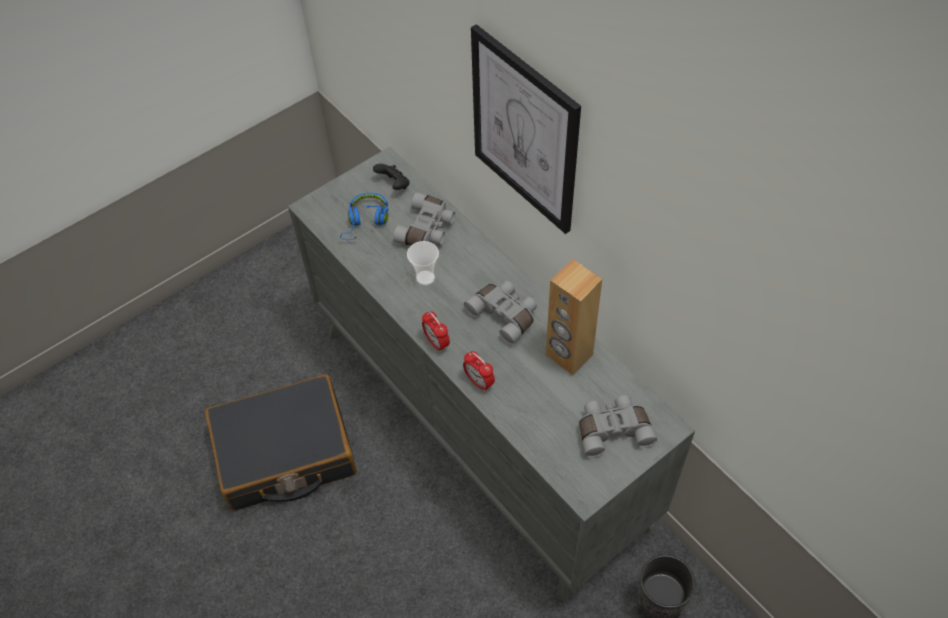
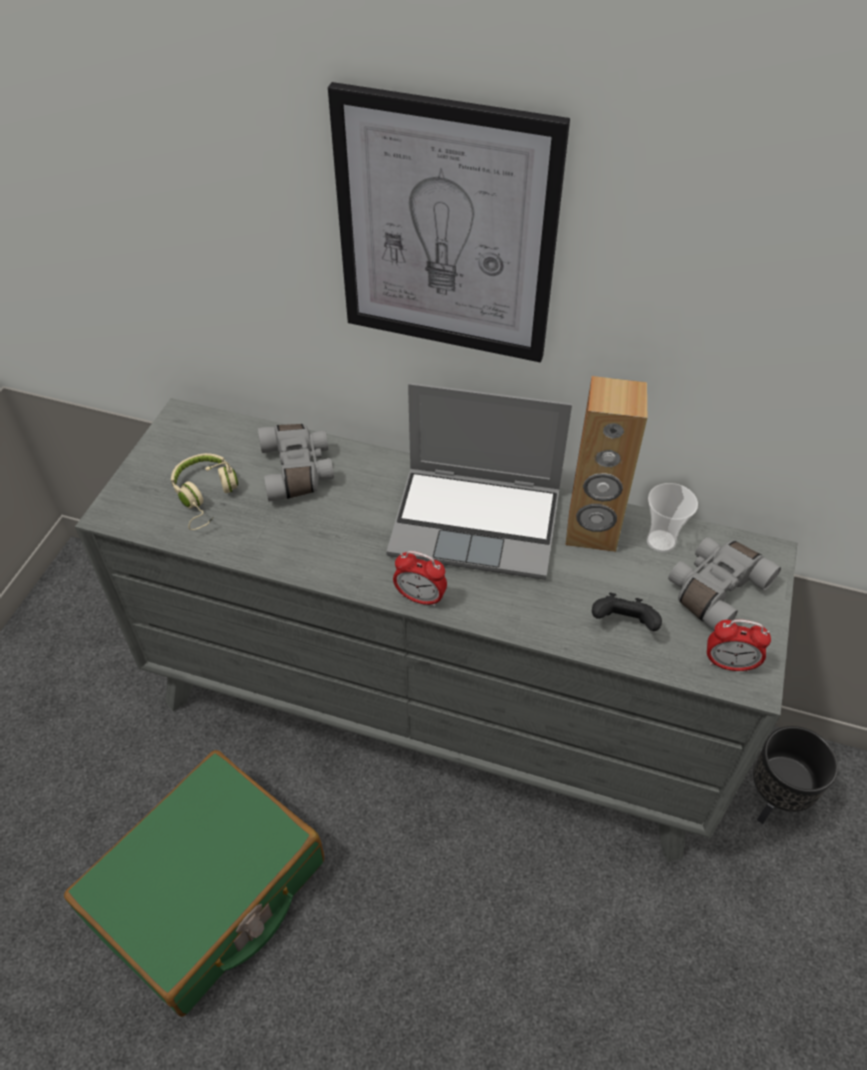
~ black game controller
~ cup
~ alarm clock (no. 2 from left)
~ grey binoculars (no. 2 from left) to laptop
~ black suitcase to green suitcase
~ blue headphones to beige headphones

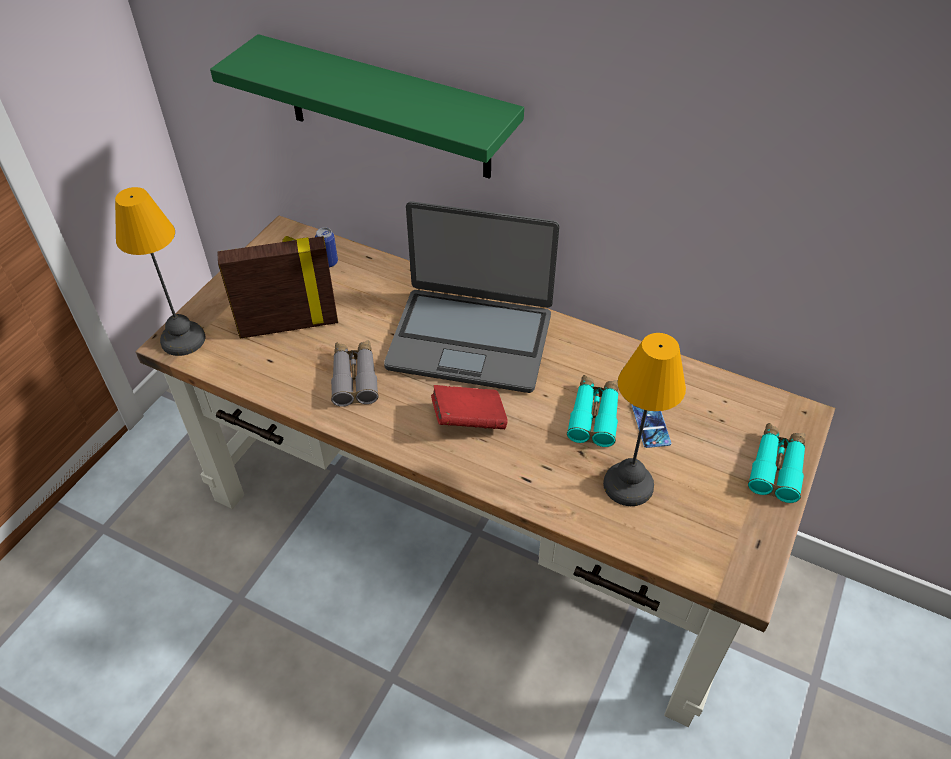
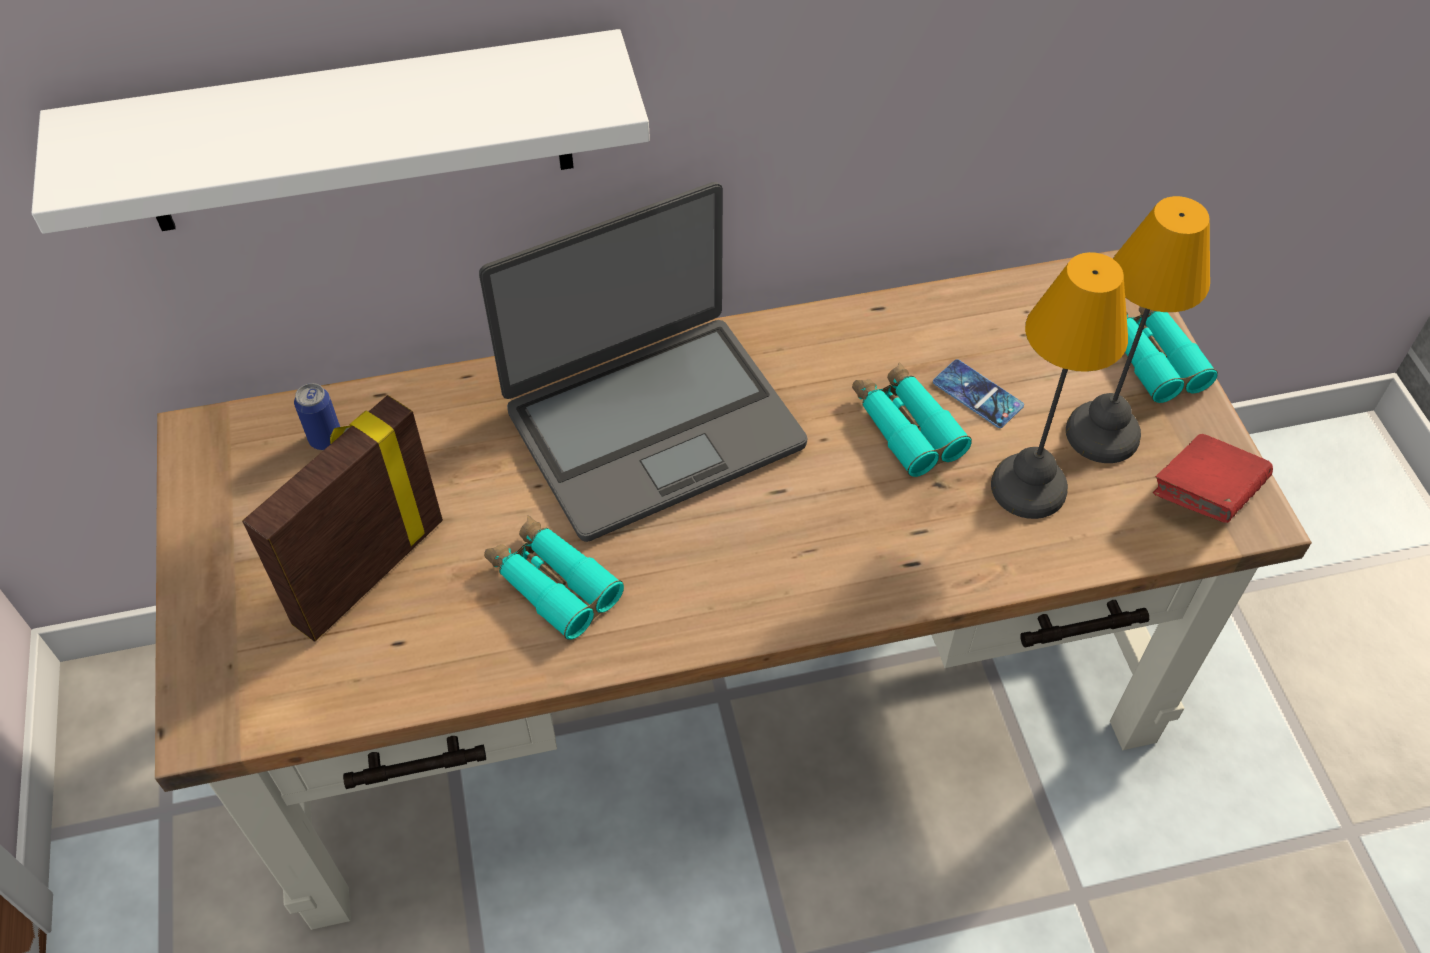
~ table lamp (no. 1 from left in the first image) to table lamp (no. 2 from left)
~ red book
~ green shelf to white shelf
~ grey binoculars to turquoise binoculars (no. 1 from left)

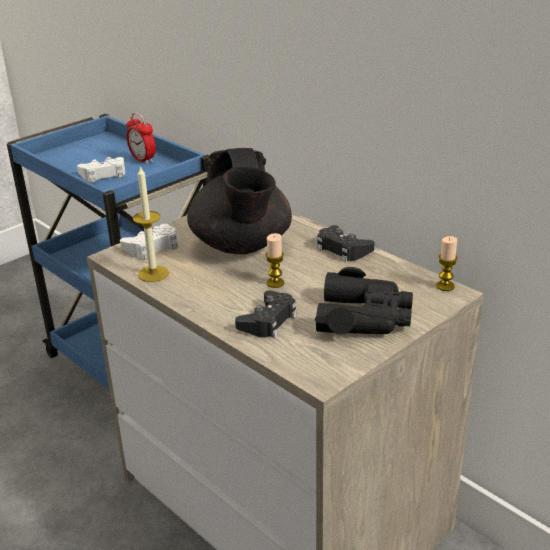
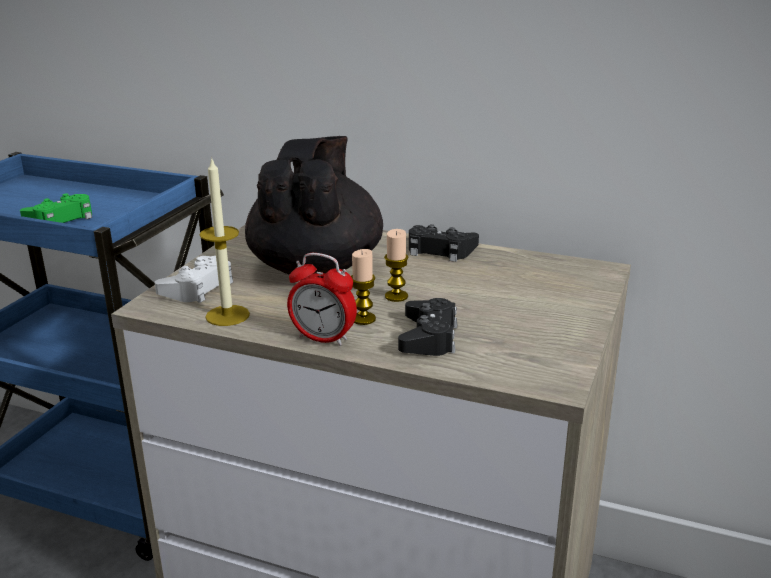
- black binoculars
~ alarm clock
~ candle (no. 3 from left in the first image) to candle (no. 2 from left)
~ white game controller (no. 1 from left) to green game controller
~ black teapot 135 degrees counterclockwise

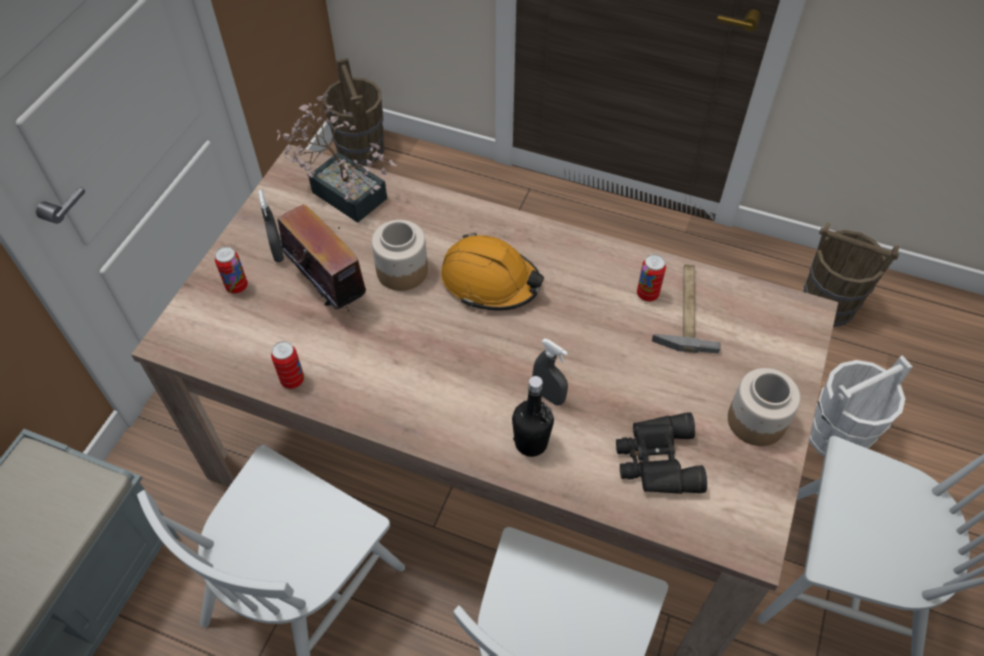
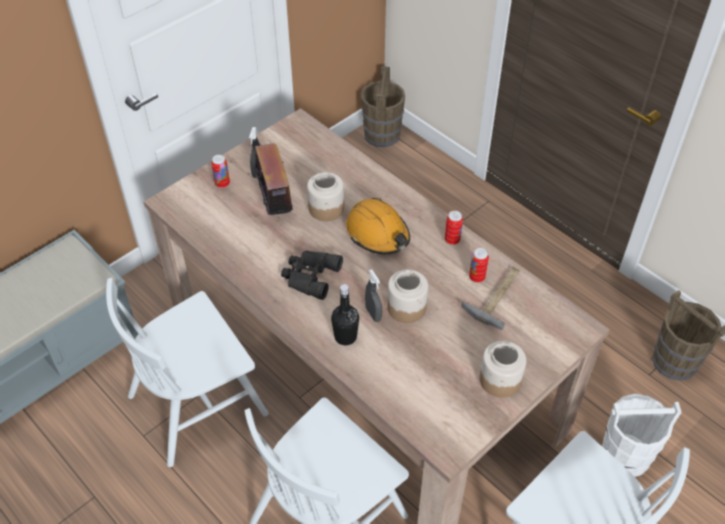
- potted plant
+ jar (no. 2 from left)
~ can (no. 2 from left)
~ black binoculars

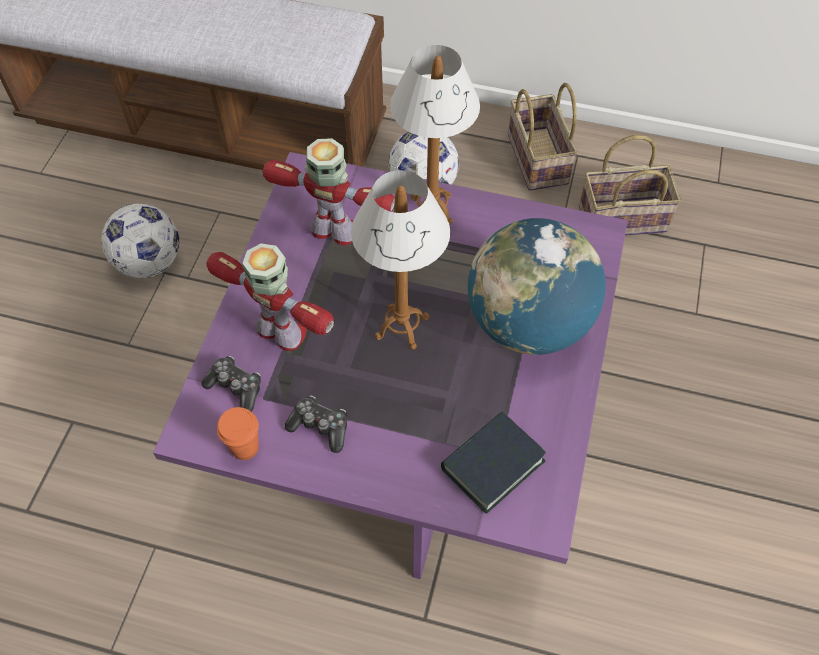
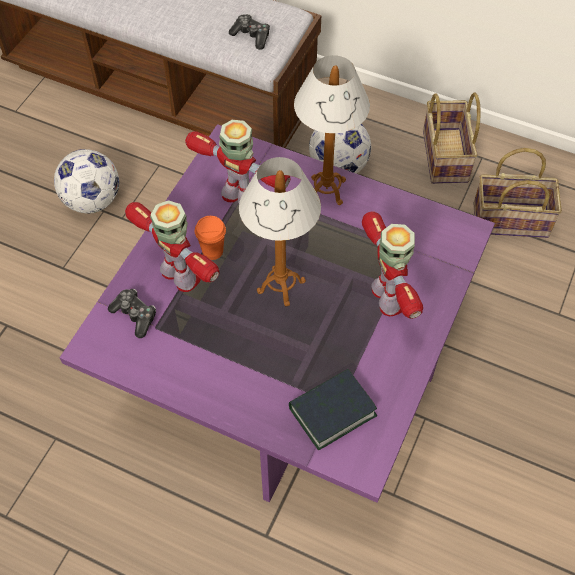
~ orange cup
~ game controller (no. 2 from left)
~ globe to toy robot (no. 3 from left)

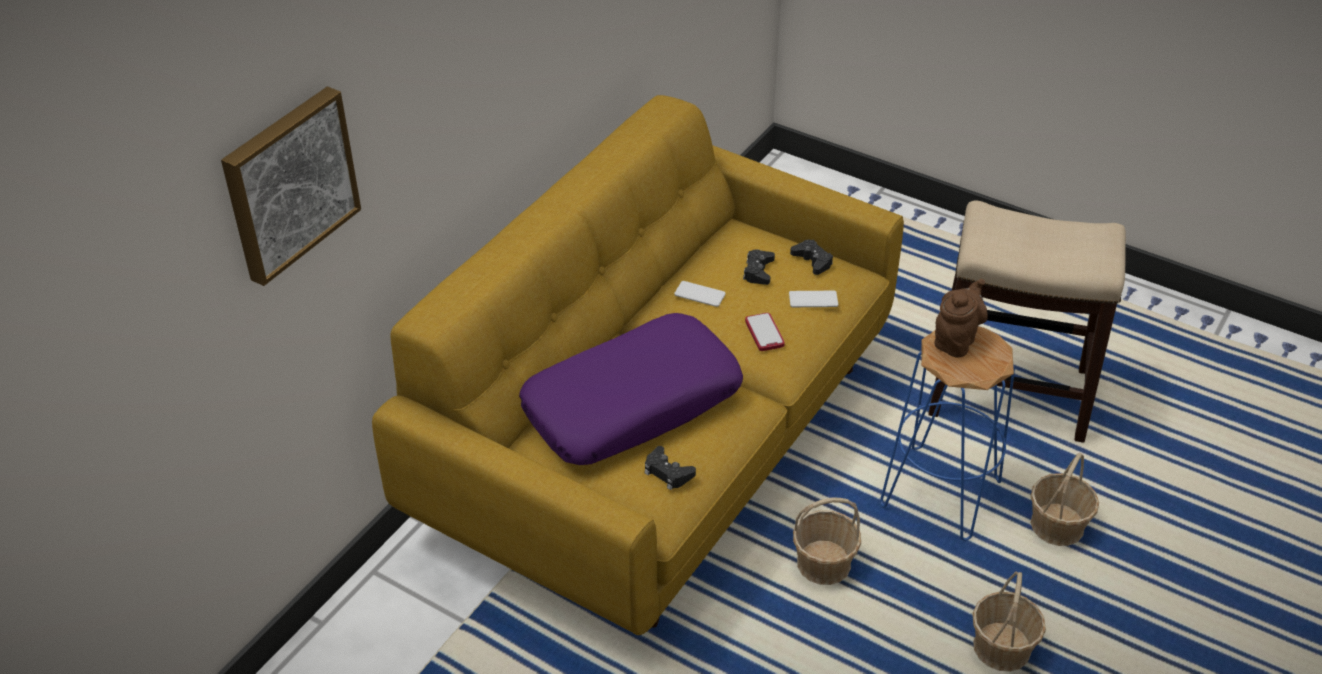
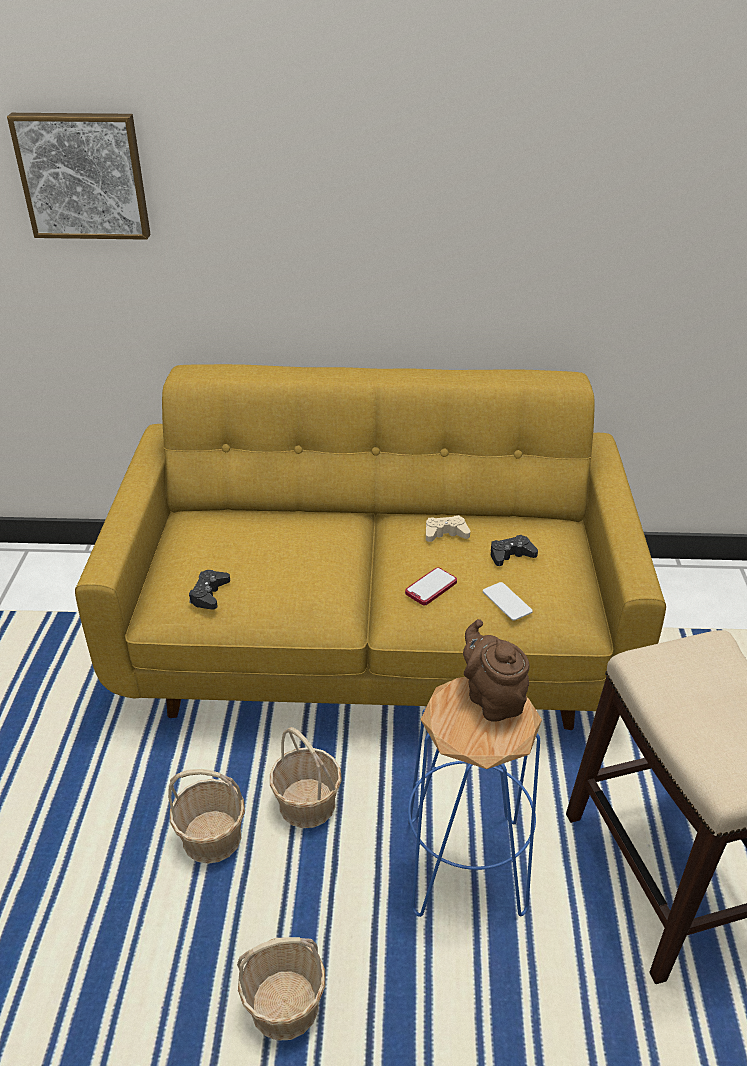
- purple pillow
- black game controller (no. 3 from left)
~ basket (no. 3 from left in the first image) to basket (no. 1 from left)
~ phone (no. 1 from left) to beige game controller
~ brown teapot 120 degrees counterclockwise

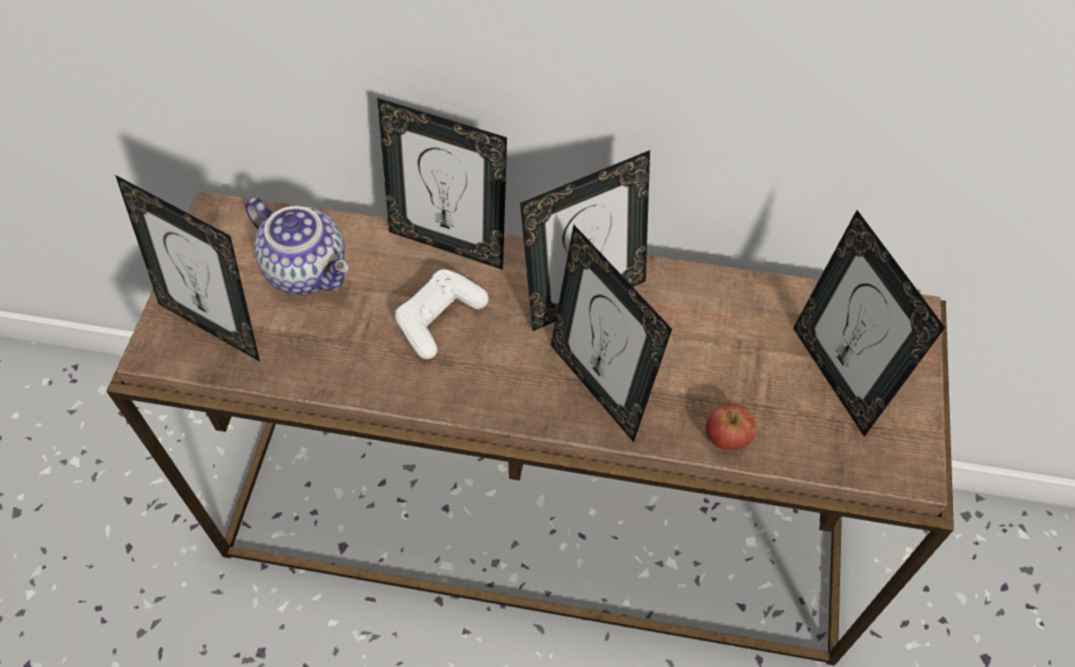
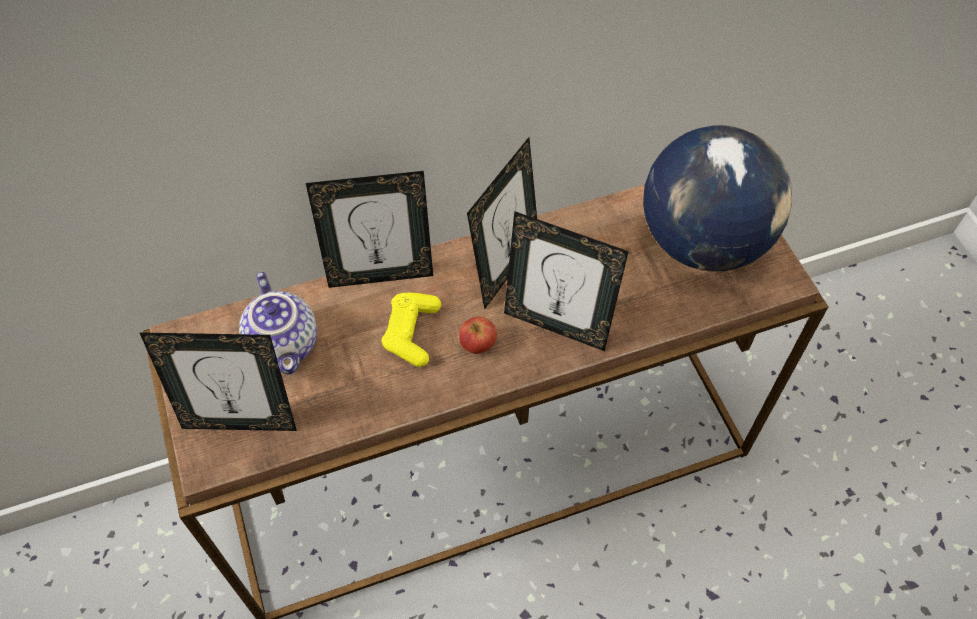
~ apple
~ picture frame (no. 5 from left) to globe
~ white game controller to yellow game controller
~ teapot 60 degrees clockwise

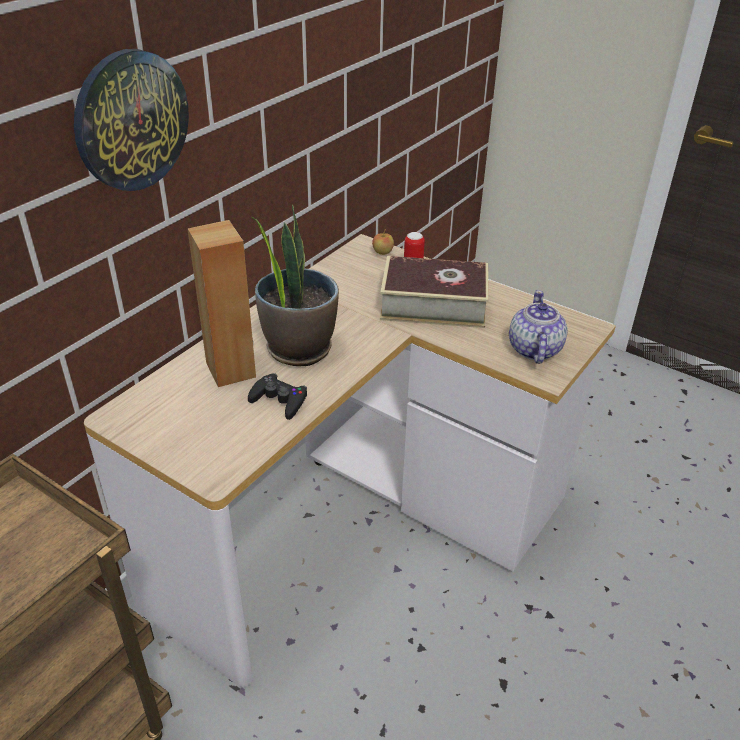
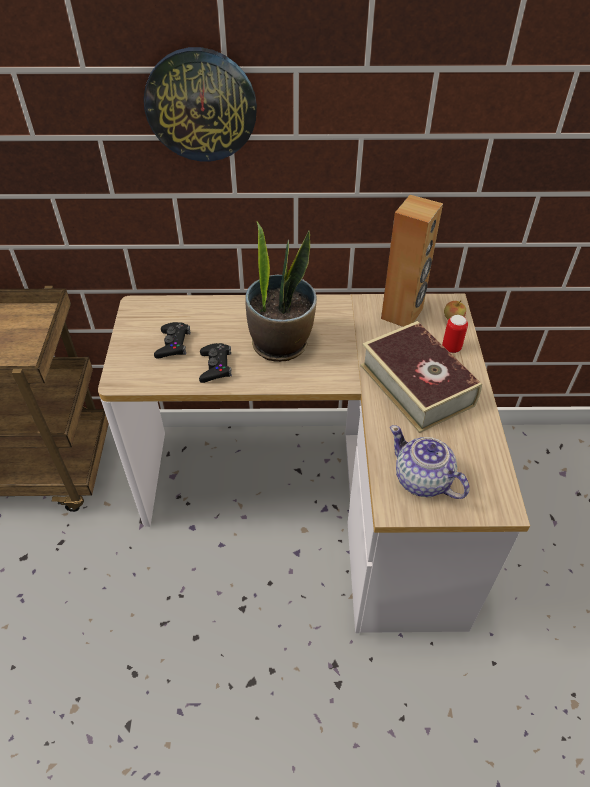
+ black game controller (no. 1 from left)
~ brown speaker
~ teapot 105 degrees counterclockwise

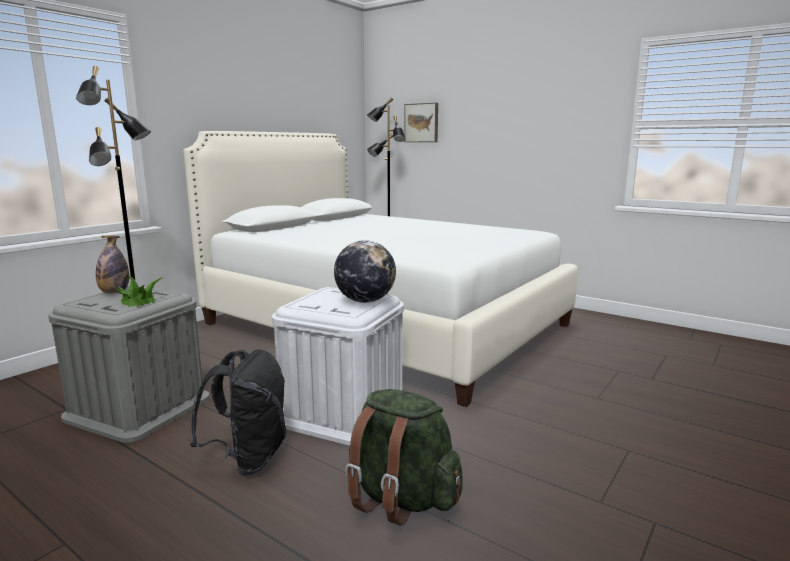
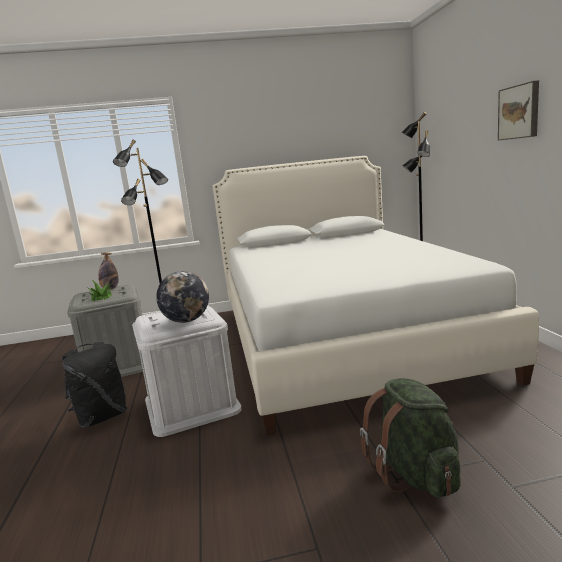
~ green backpack
~ picture

